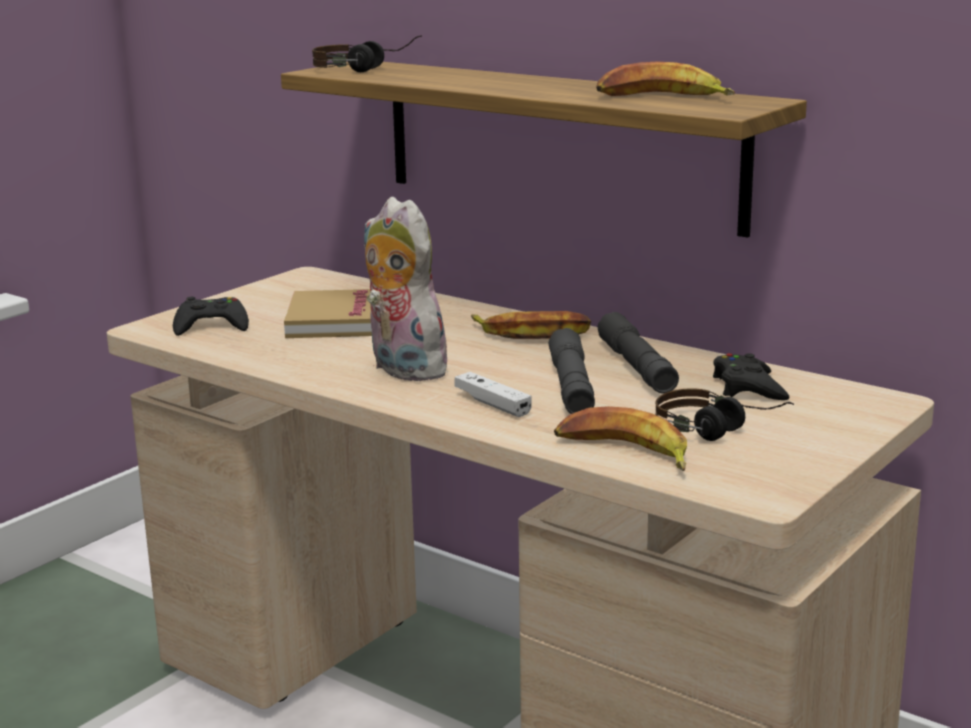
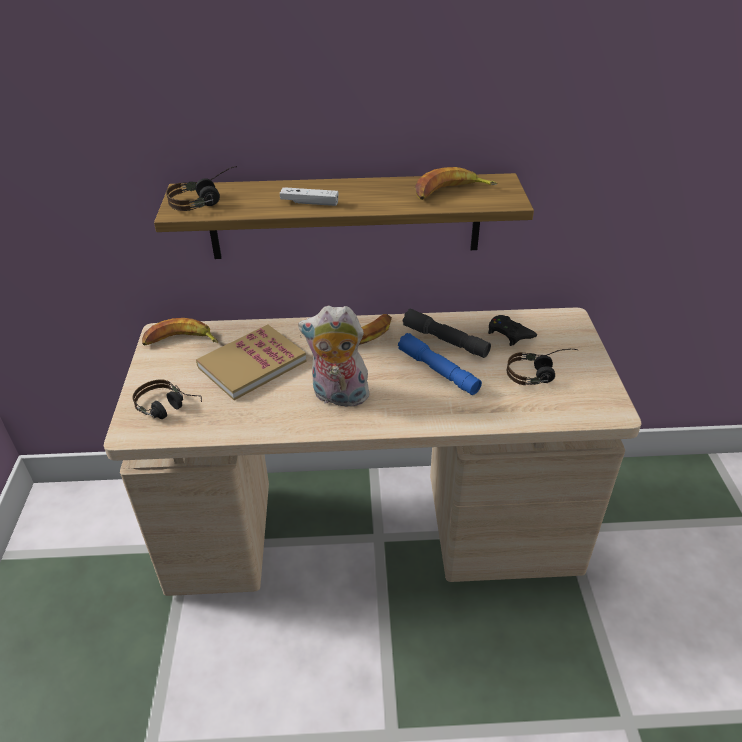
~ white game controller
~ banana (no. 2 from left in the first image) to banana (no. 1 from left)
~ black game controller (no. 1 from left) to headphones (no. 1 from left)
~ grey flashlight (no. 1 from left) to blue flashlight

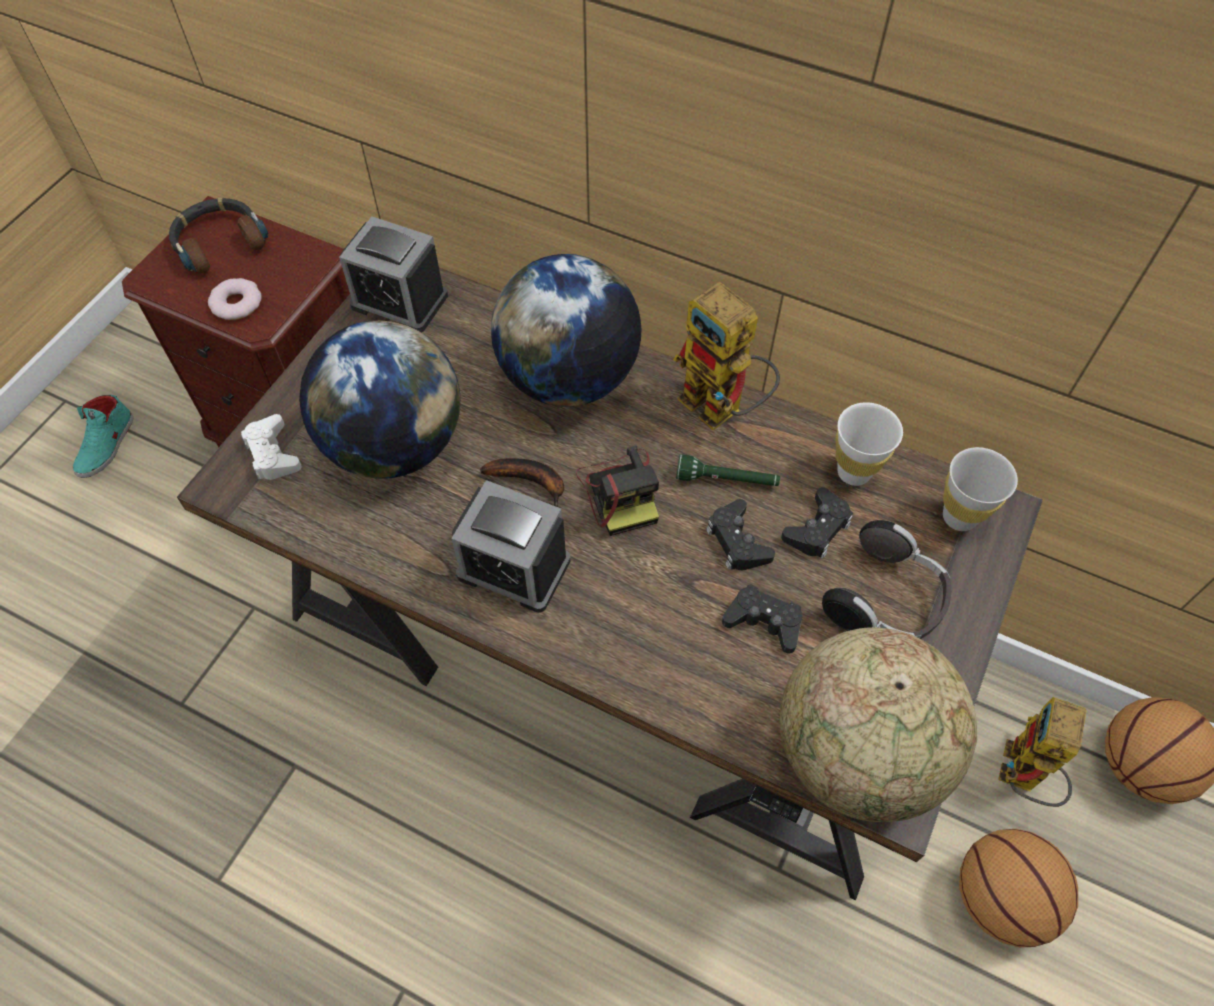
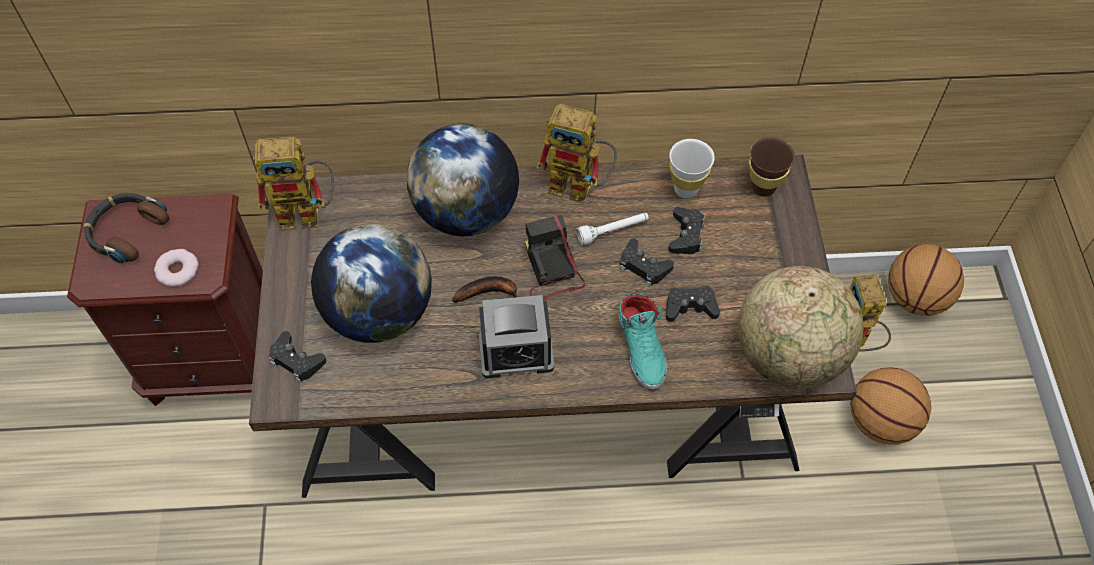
- headphones (no. 2 from left)
~ turquoise shoe
~ alarm clock (no. 1 from left) to toy robot (no. 1 from left)
~ white game controller to black game controller (no. 1 from left)
~ green flashlight to white flashlight
~ white cup (no. 2 from left) to brown cup
~ photo camera 150 degrees counterclockwise

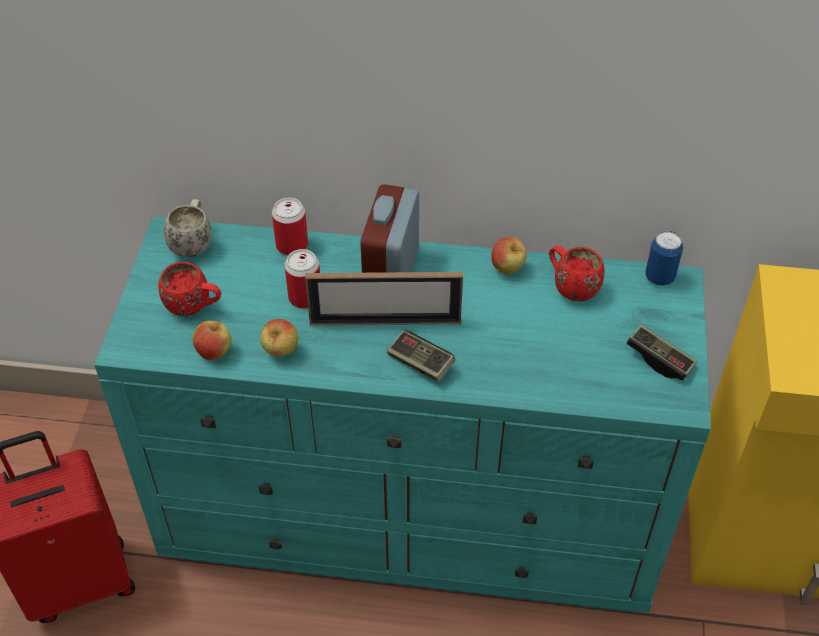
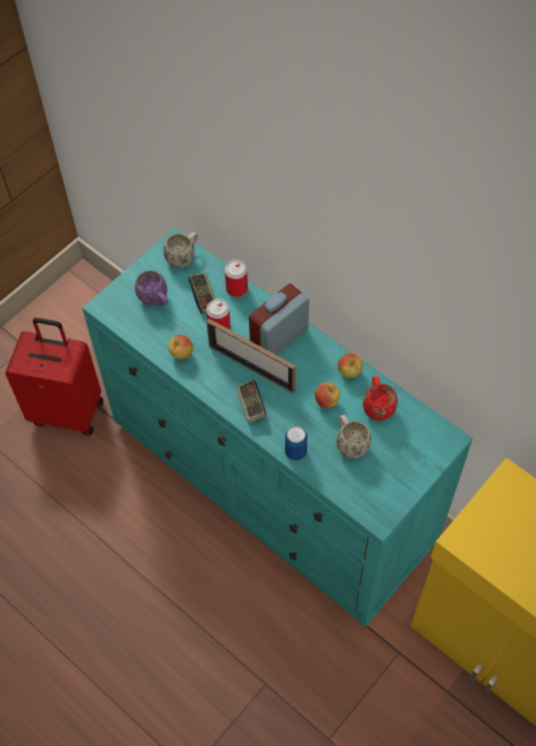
+ white mug (no. 2 from left)
~ apple (no. 1 from left in the first image) to apple (no. 2 from left)
~ game controller (no. 2 from left in the first image) to game controller (no. 1 from left)
~ can (no. 3 from left)
~ red mug (no. 1 from left) to purple mug

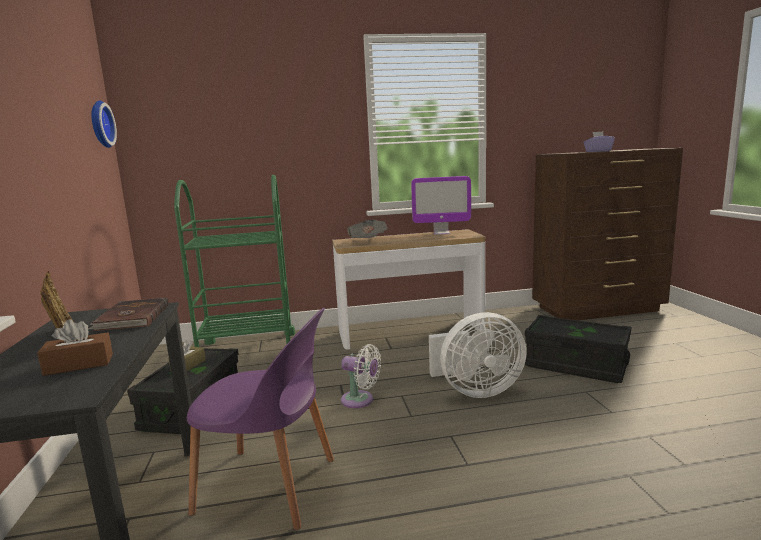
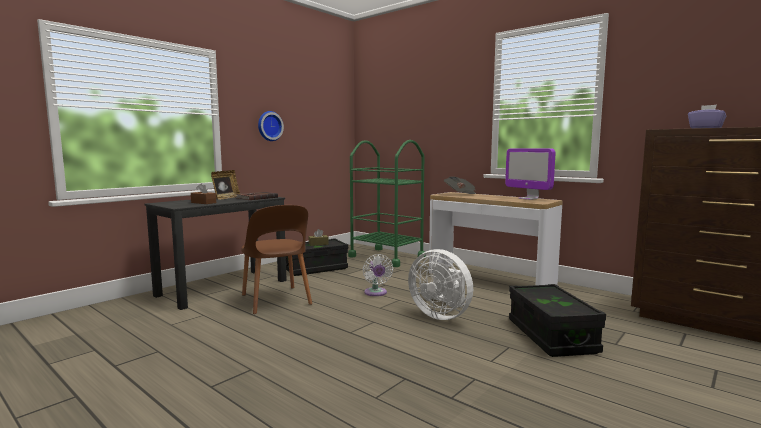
~ wall clock
~ purple chair to brown chair

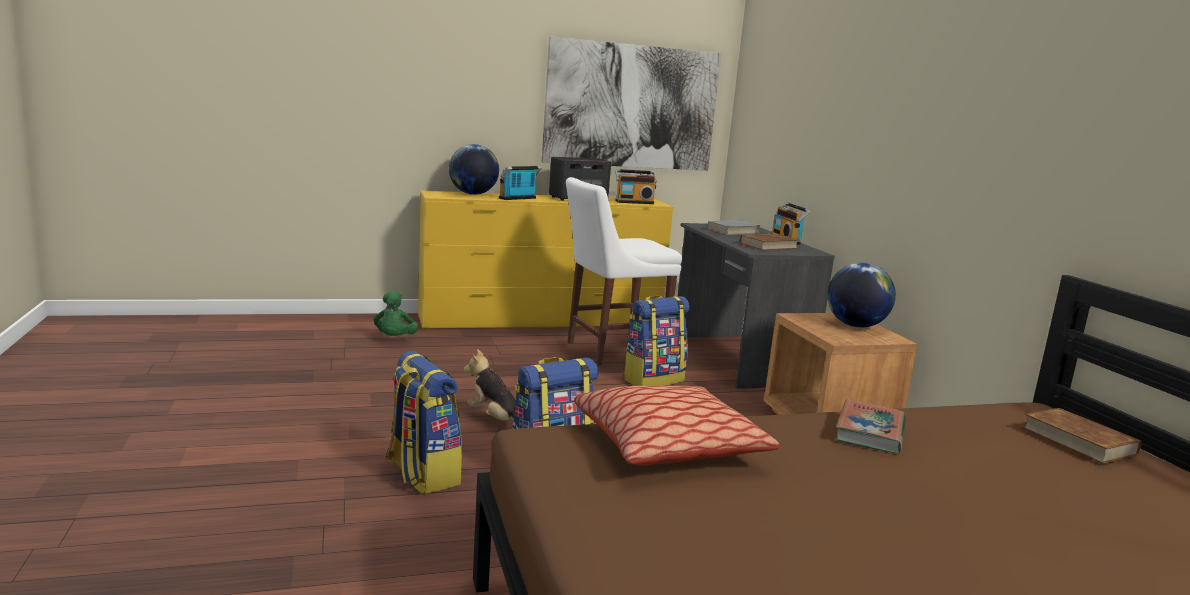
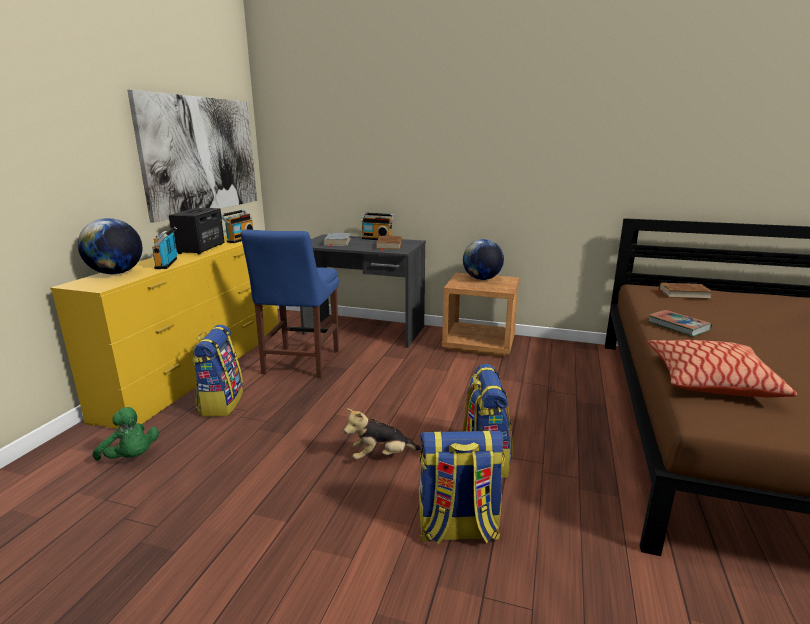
~ backpack (no. 3 from left in the first image) to backpack (no. 1 from left)
~ white chair to blue chair

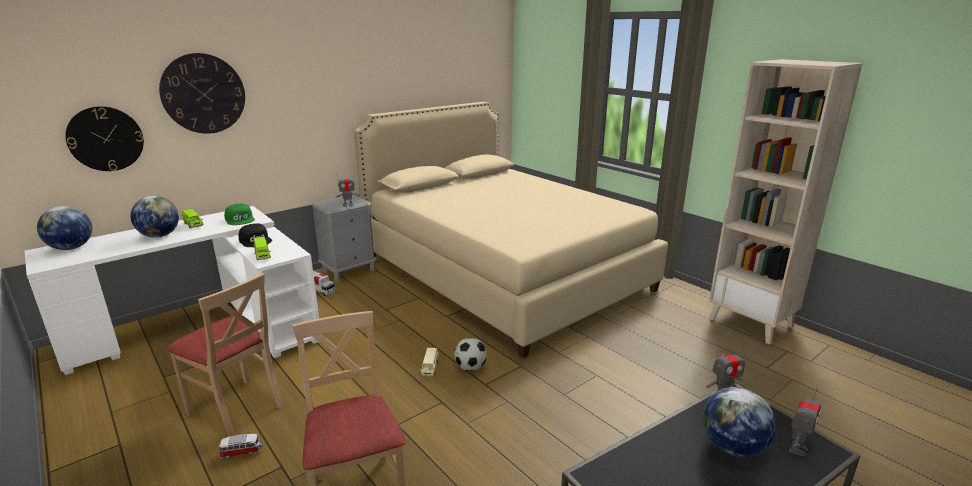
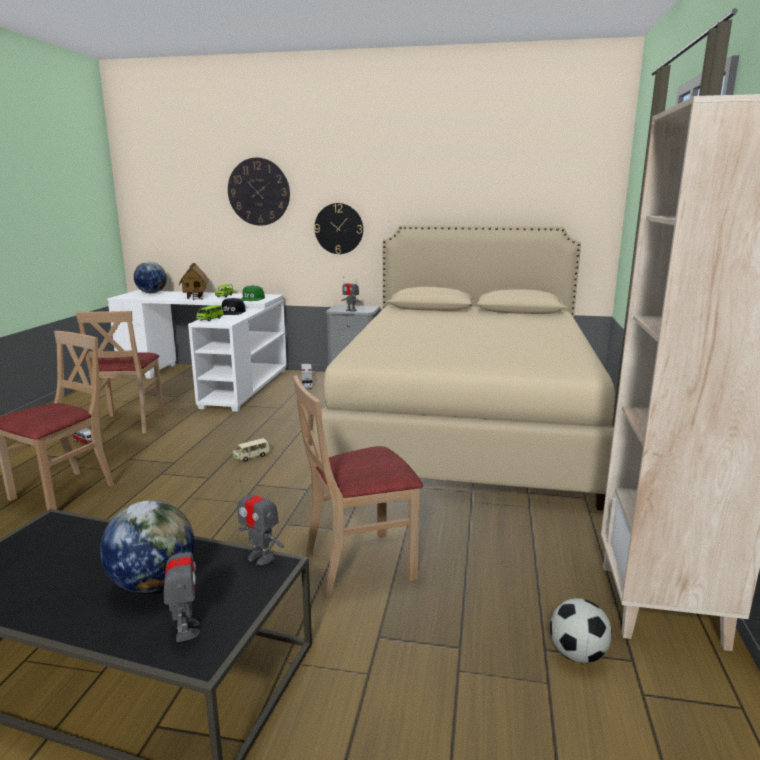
+ beige chair (no. 3 from left)
~ wall clock (no. 1 from left in the first image) to wall clock (no. 2 from left)
~ football
~ globe (no. 2 from left) to toy house
~ toy robot (no. 3 from left in the first image) 105 degrees counterclockwise

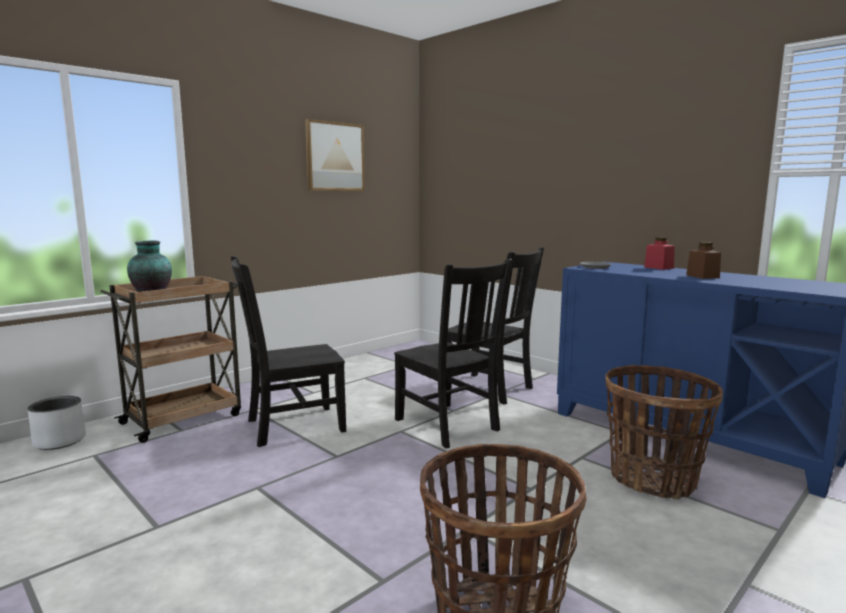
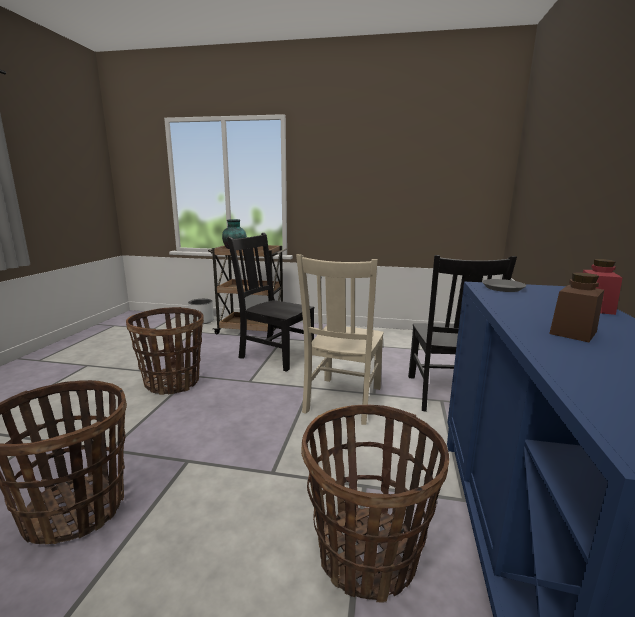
- picture
+ basket (no. 2 from left)
~ black chair (no. 2 from left) to beige chair

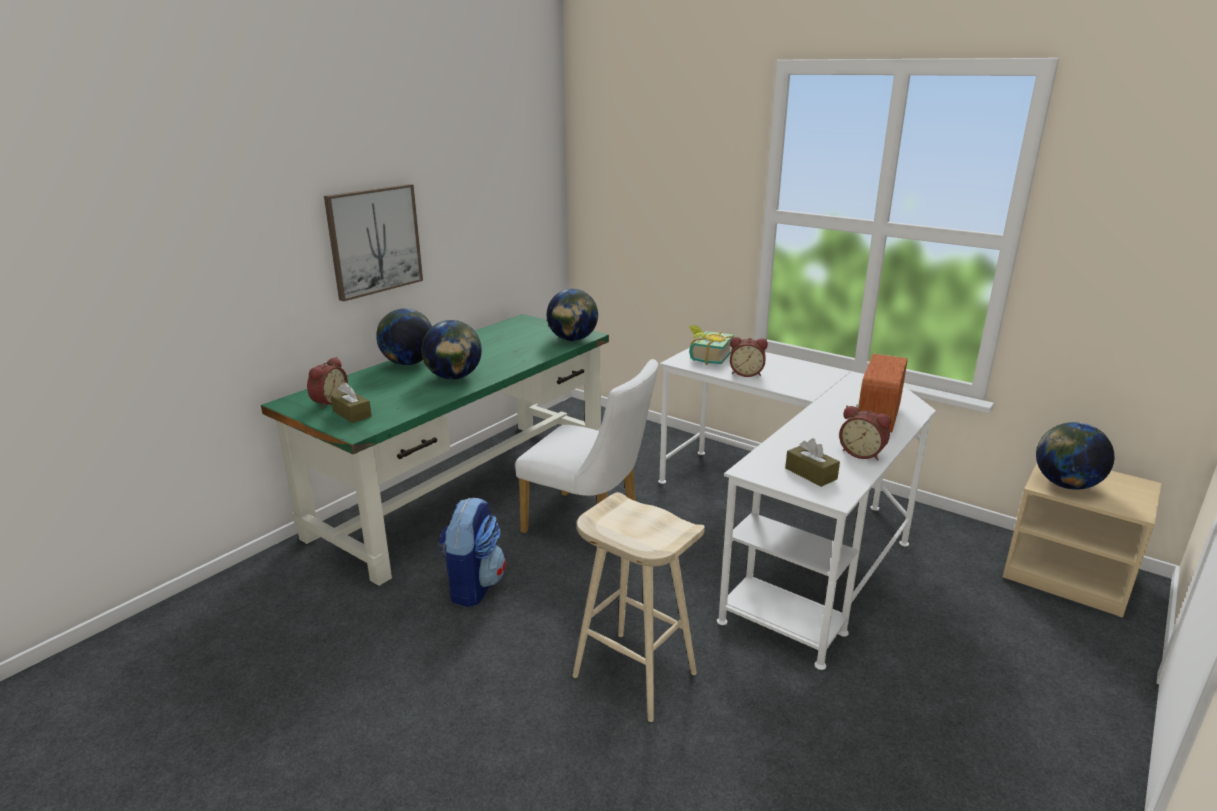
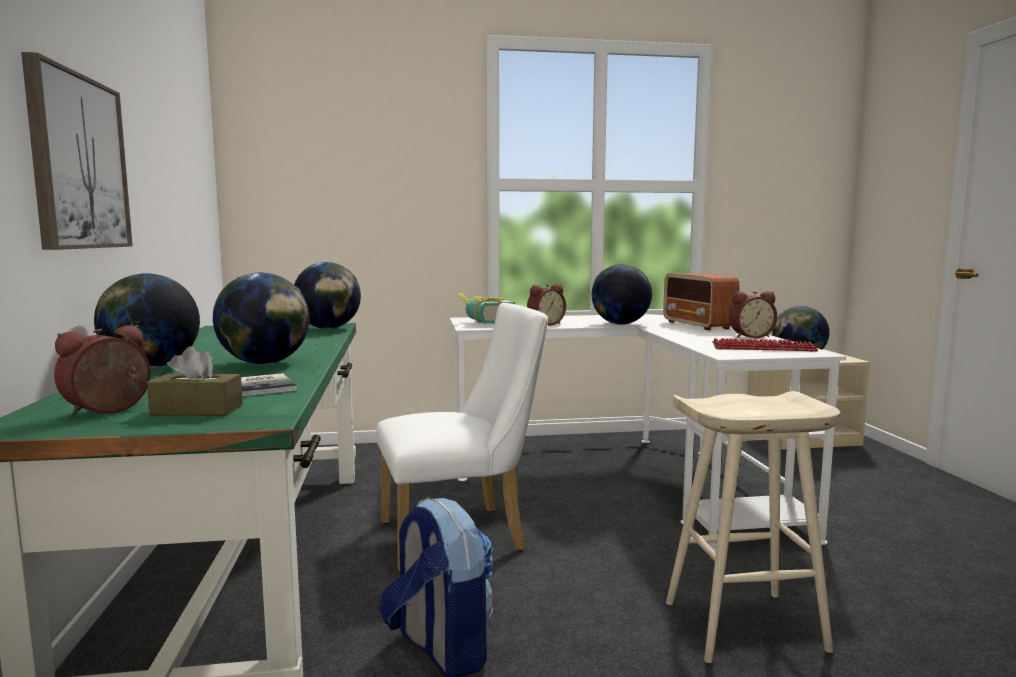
+ book (no. 1 from left)
+ globe (no. 4 from left)
~ brown tissue box (no. 2 from left) to keyboard
~ alarm clock (no. 1 from left) 120 degrees counterclockwise

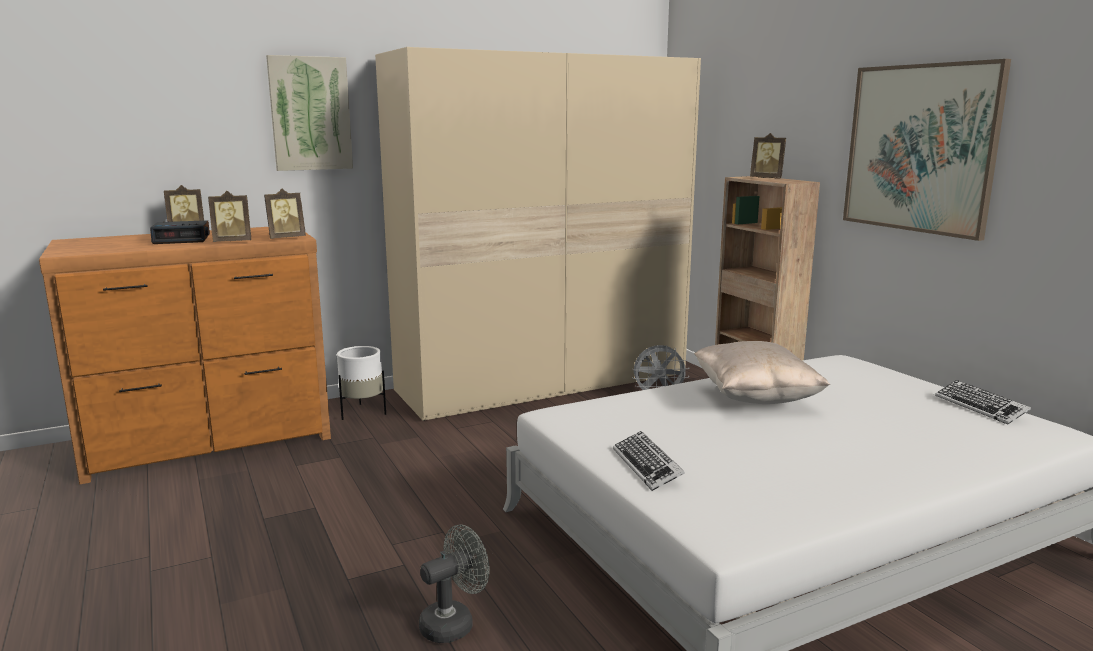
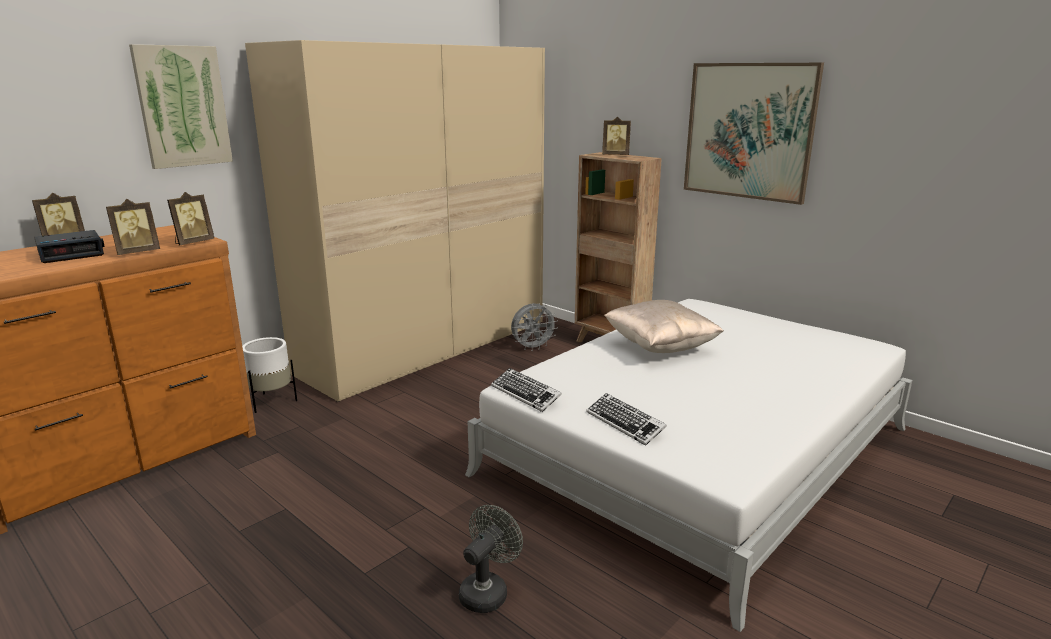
~ keyboard (no. 2 from left in the first image) to keyboard (no. 1 from left)

